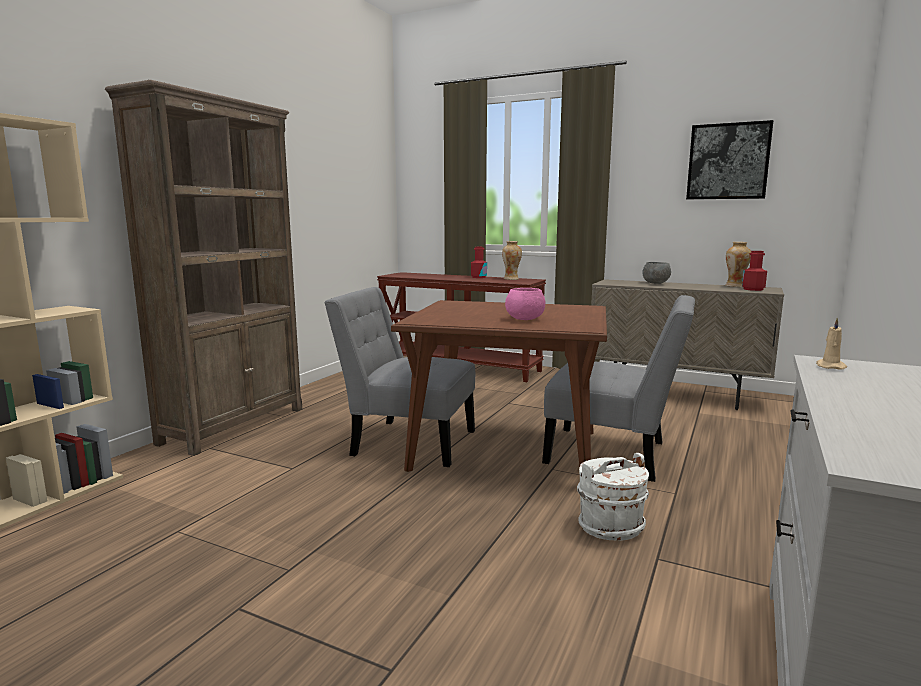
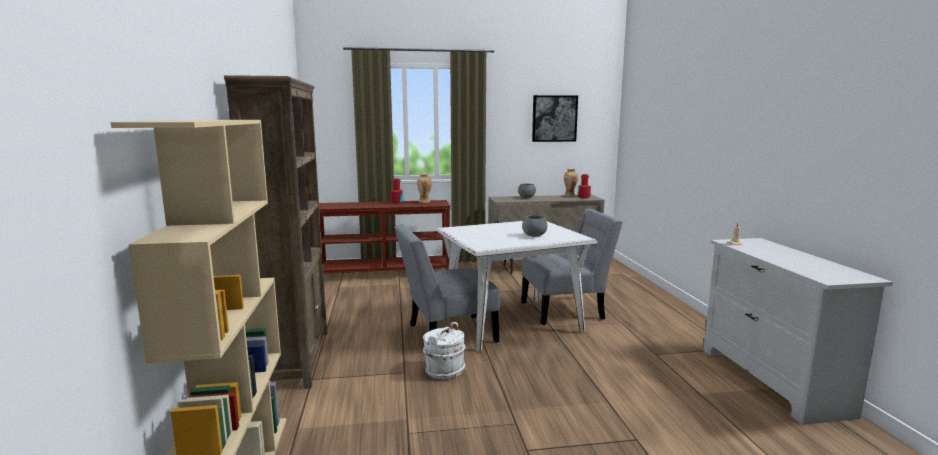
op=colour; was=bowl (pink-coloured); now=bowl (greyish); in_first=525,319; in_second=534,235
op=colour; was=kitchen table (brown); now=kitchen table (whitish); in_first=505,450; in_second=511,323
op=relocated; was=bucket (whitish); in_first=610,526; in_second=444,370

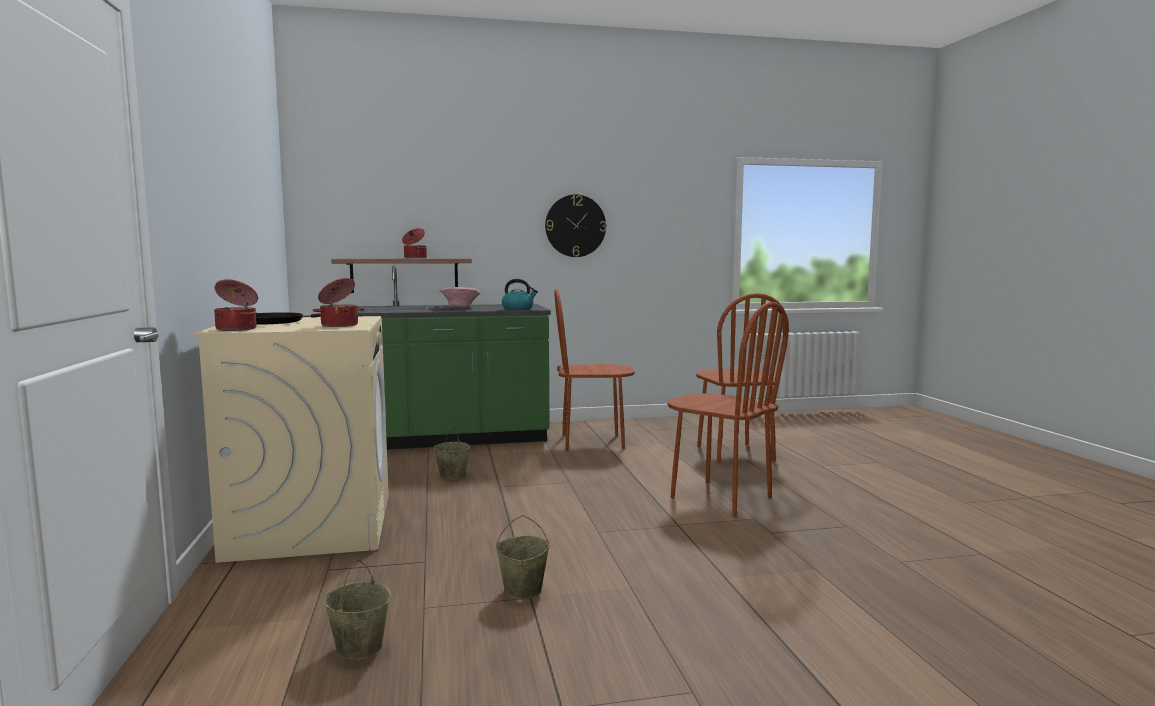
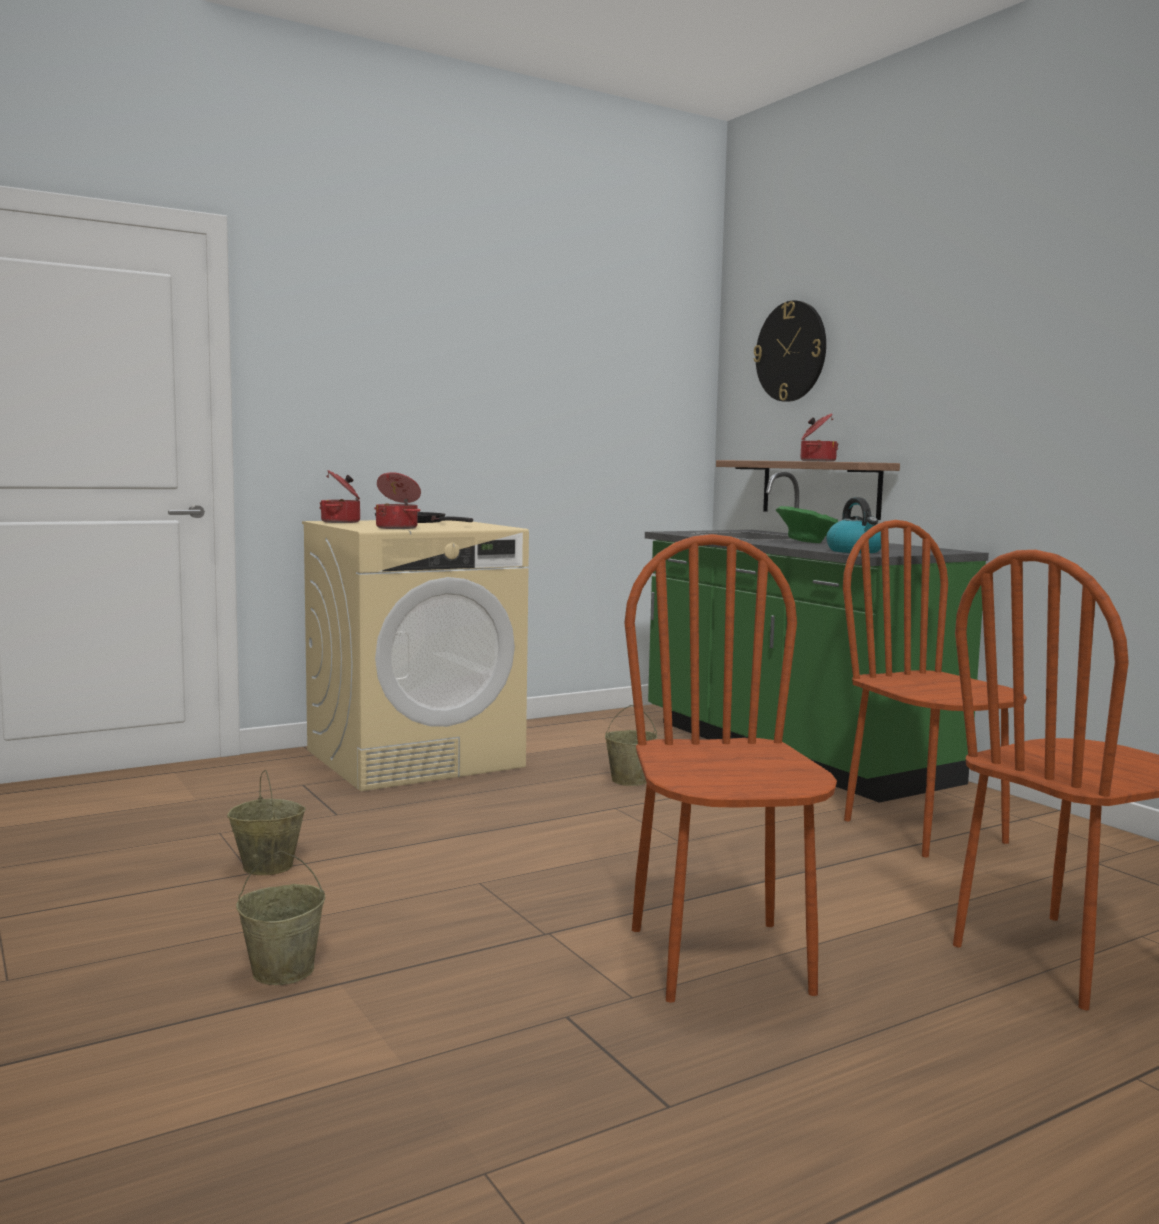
op=relocated; was=clock on the wall; in_first=575,226; in_second=791,351
op=colour; was=bowl (pink-coloured); now=bowl (green); in_first=459,308; in_second=807,543
op=spun; was=upright chair (brown); in_first=720,498; in_second=721,960; clockwise=150
op=relocated; was=bucket (beige); in_first=358,647; in_second=284,970

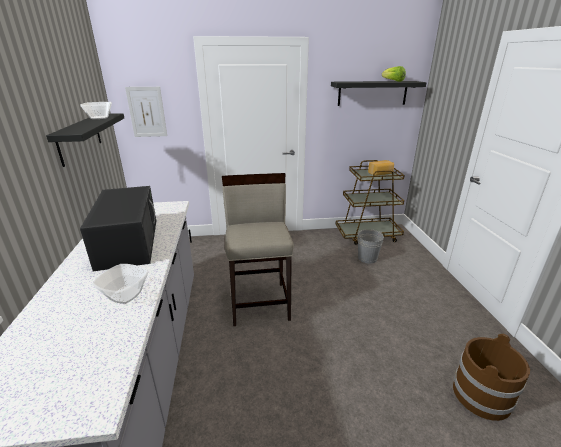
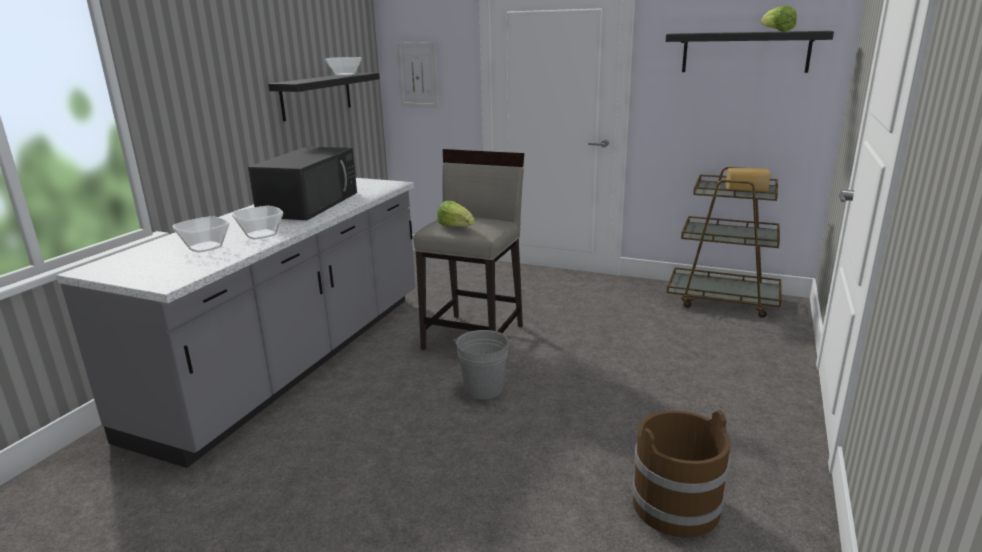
op=relocated; was=bucket (greyish); in_first=367,258; in_second=484,389
op=appeared; now=head of lettuce; in_second=455,227
op=appeared; now=bowl; in_second=205,247

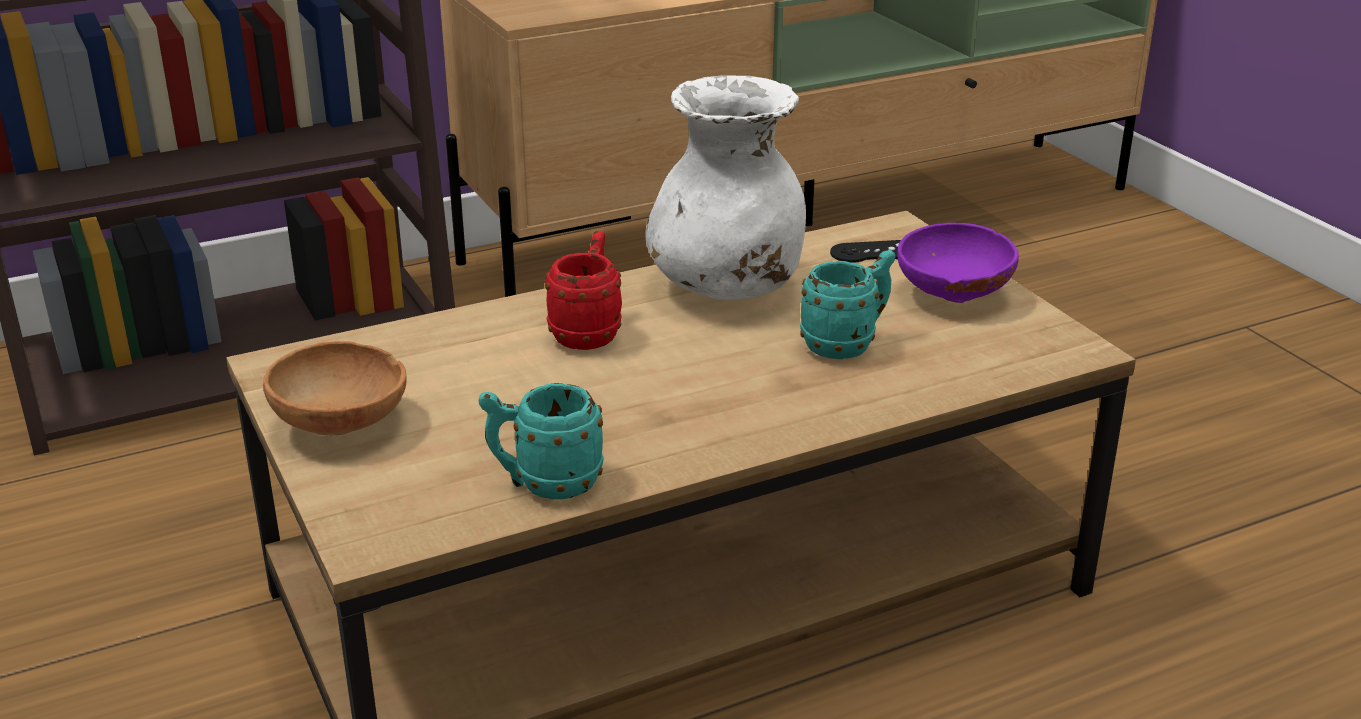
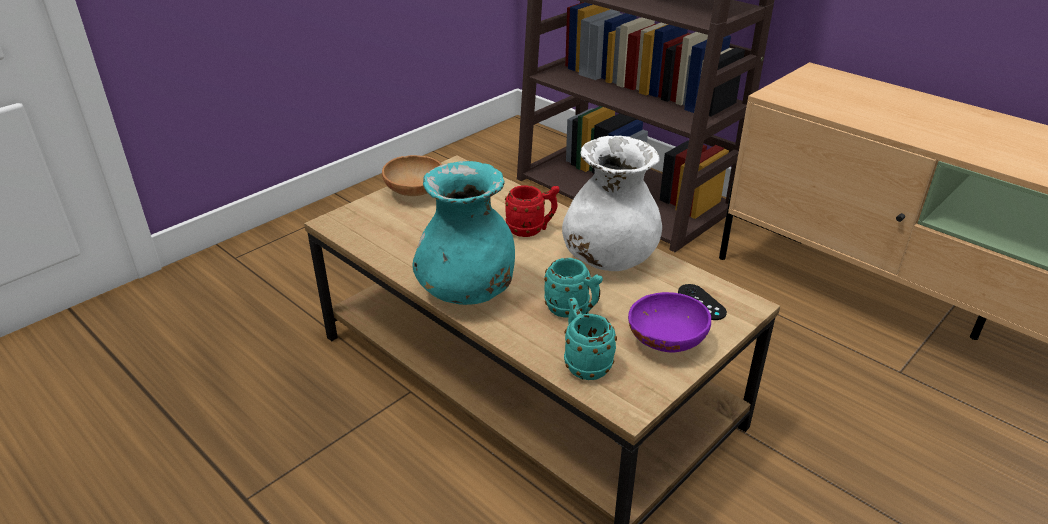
op=relocated; was=tea mug (blue-green); in_first=545,483; in_second=584,362
op=appeared; now=flower vase (blue-green); in_second=467,292

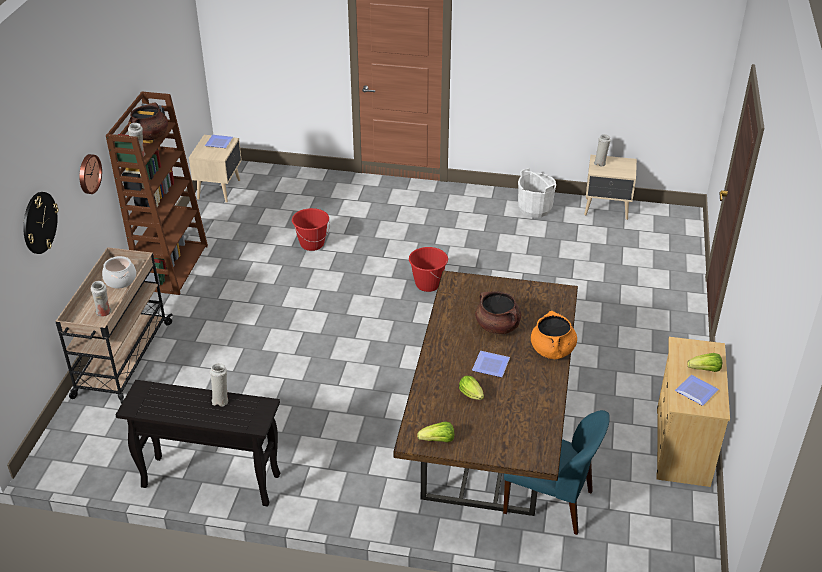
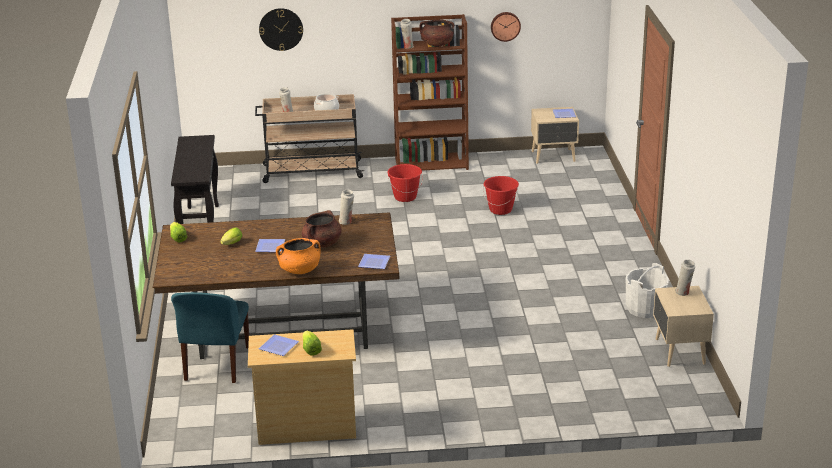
op=relocated; was=clock on the wall; in_first=88,173; in_second=505,26
op=relocated; was=bucket (reddish); in_first=427,284; in_second=405,197
op=relocated; was=flower vase (whitish); in_first=221,400; in_second=347,222
op=appeared; now=plate; in_second=375,262

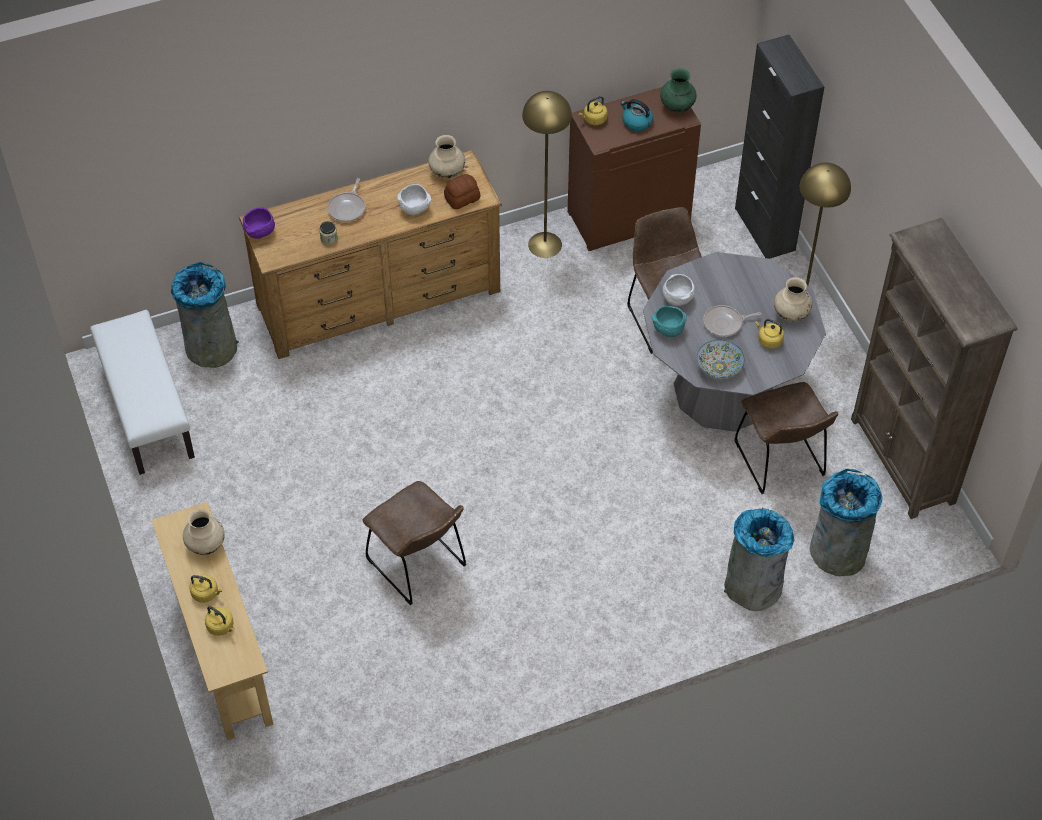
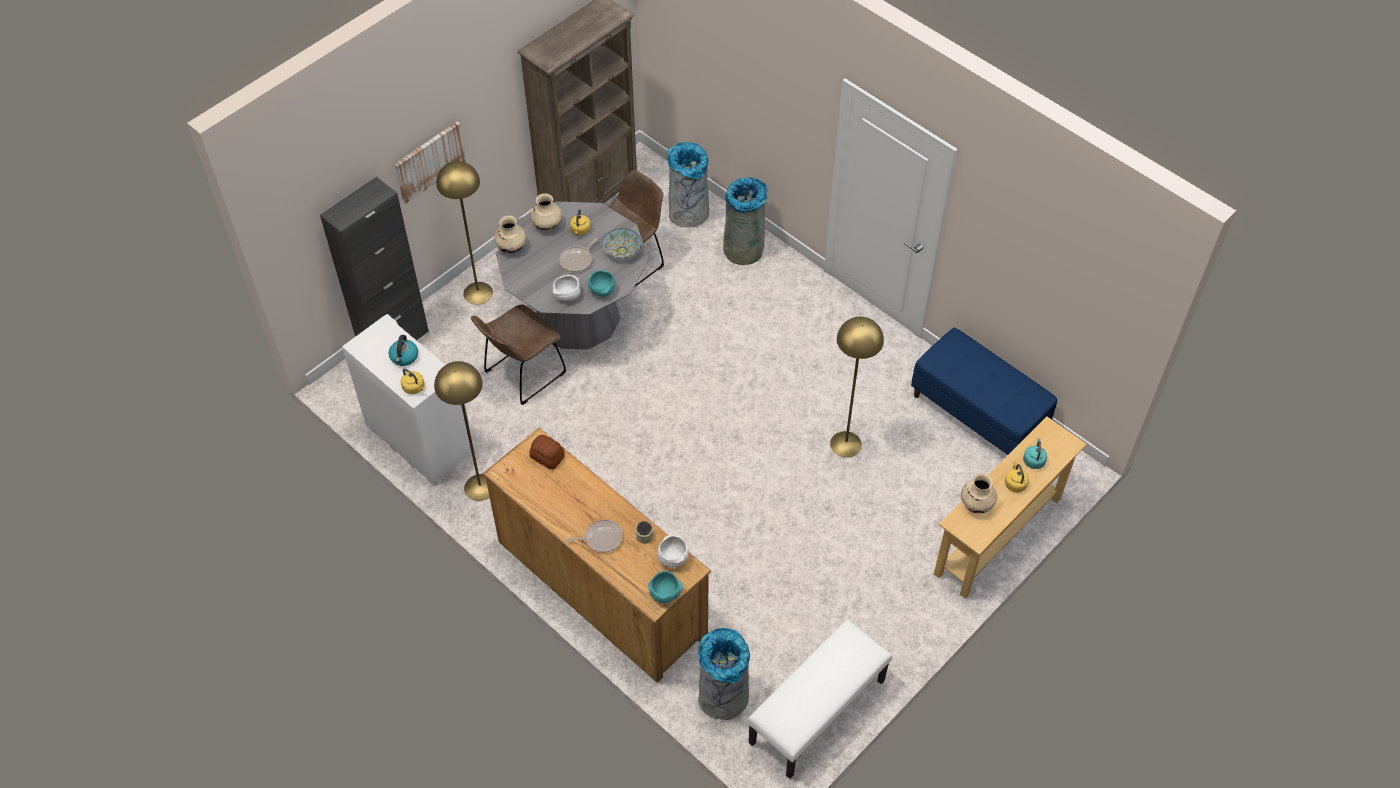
op=missing; was=flower vase (green); in_first=677,107
op=colour; was=cabinet (brown); now=cabinet (whitish); in_first=629,215; in_second=418,439
op=relocated; was=flower vase (beige); in_first=447,172; in_second=511,247
op=relocated; was=bowl (whitish); in_first=415,209; in_second=672,558
op=colour; was=bowl (purplish); now=bowl (blue-green); in_first=260,233; in_second=666,594
op=spun; was=skillet; in_first=725,323; in_second=577,260; clockwise=75
op=exchanged; was=upright chair (brown); now=standing lamp (yellow-coloured); in_first=419,566; in_second=846,444
op=colour; was=water kettle (yellow-coloured); now=water kettle (blue-green); in_first=221,627; in_second=1034,460
op=appeared; now=picture; in_second=429,161
op=appeared; now=long seat (blue); in_second=978,414

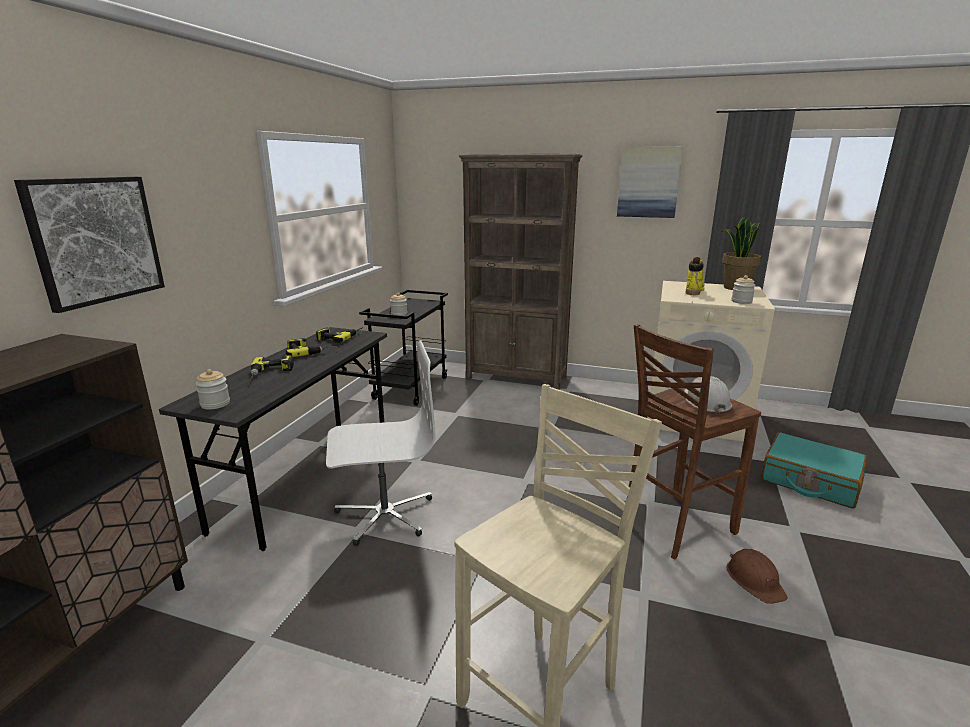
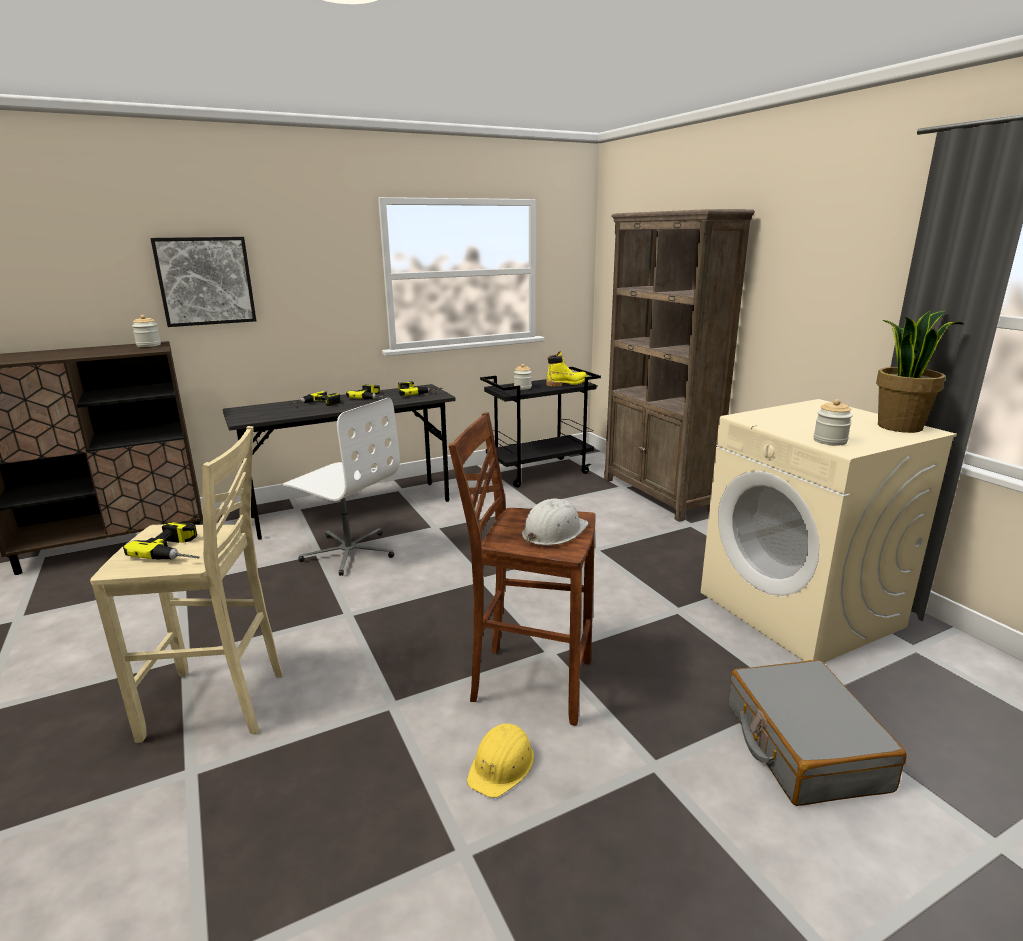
op=missing; was=picture; in_first=648,182
op=relocated; was=boot (yellow-coloured); in_first=693,290; in_second=567,383
op=relocated; was=storage jar; in_first=215,404; in_second=148,345
op=colour; was=suitcase (blue-green); now=suitcase (greyish); in_first=810,481; in_second=803,746
op=colour; was=work helmet (brown); now=work helmet (yellow-coloured); in_first=754,580; in_second=502,765
op=appeared; now=drill; in_second=180,550

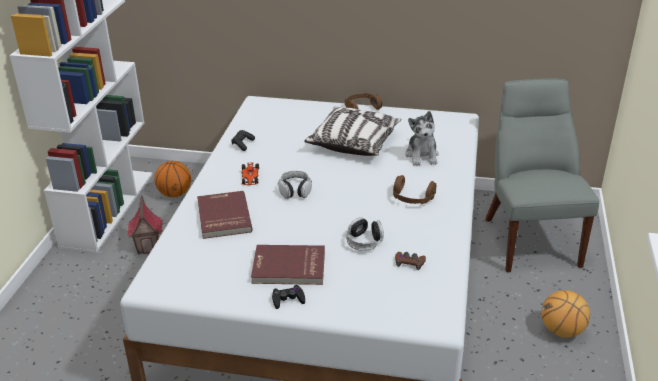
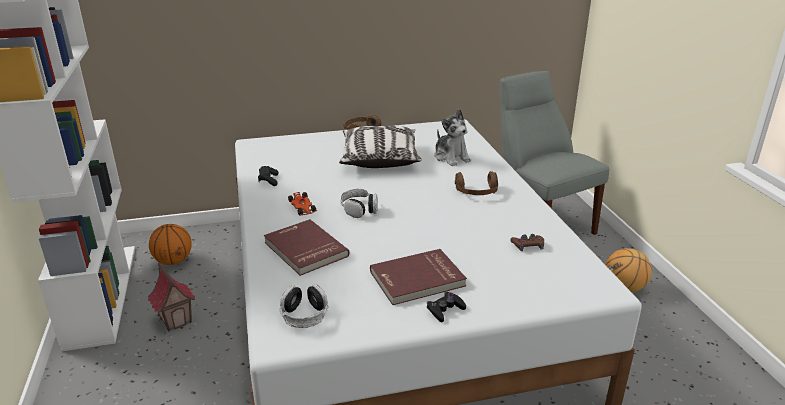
op=relocated; was=headset; in_first=364,241; in_second=304,315

